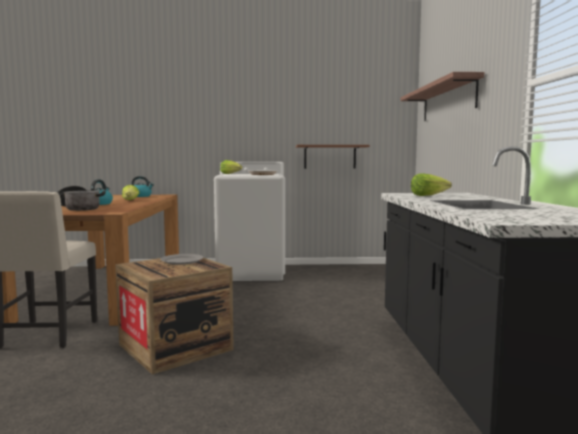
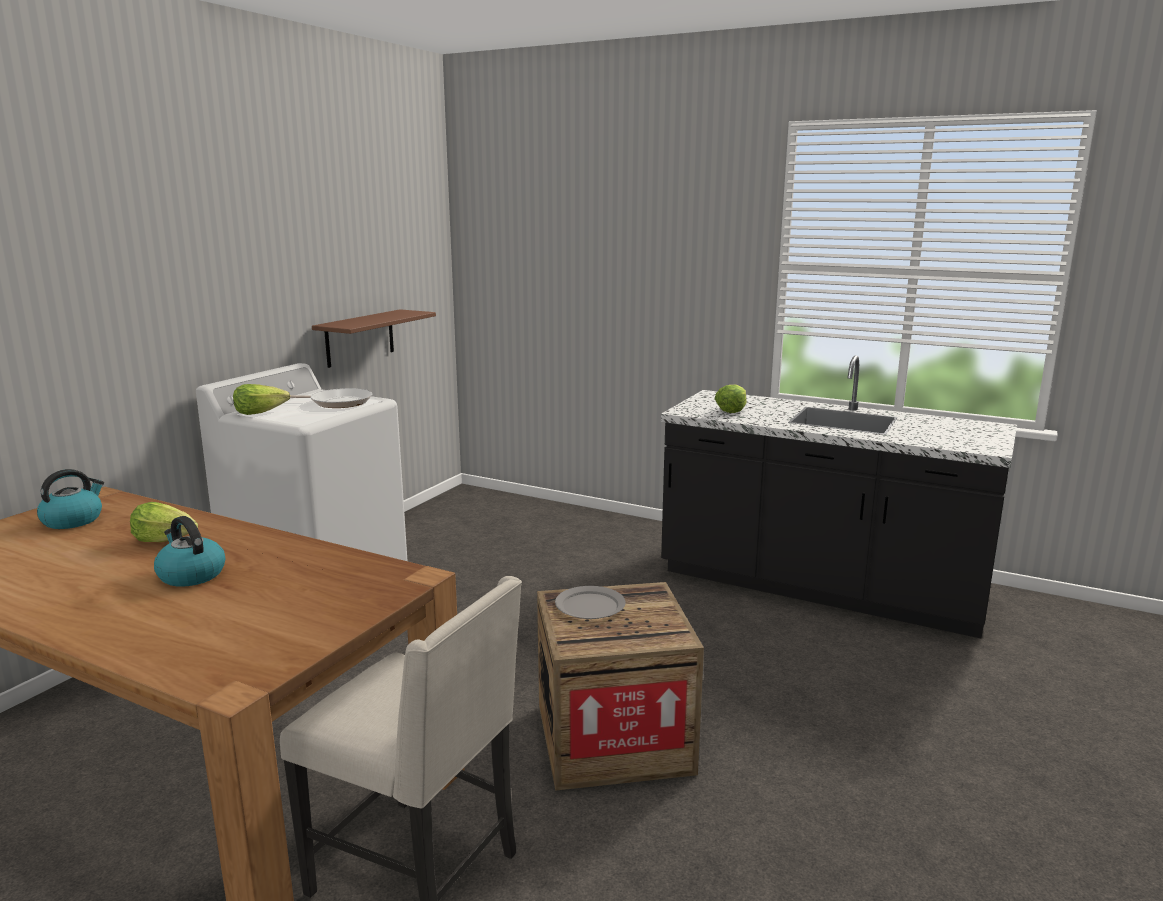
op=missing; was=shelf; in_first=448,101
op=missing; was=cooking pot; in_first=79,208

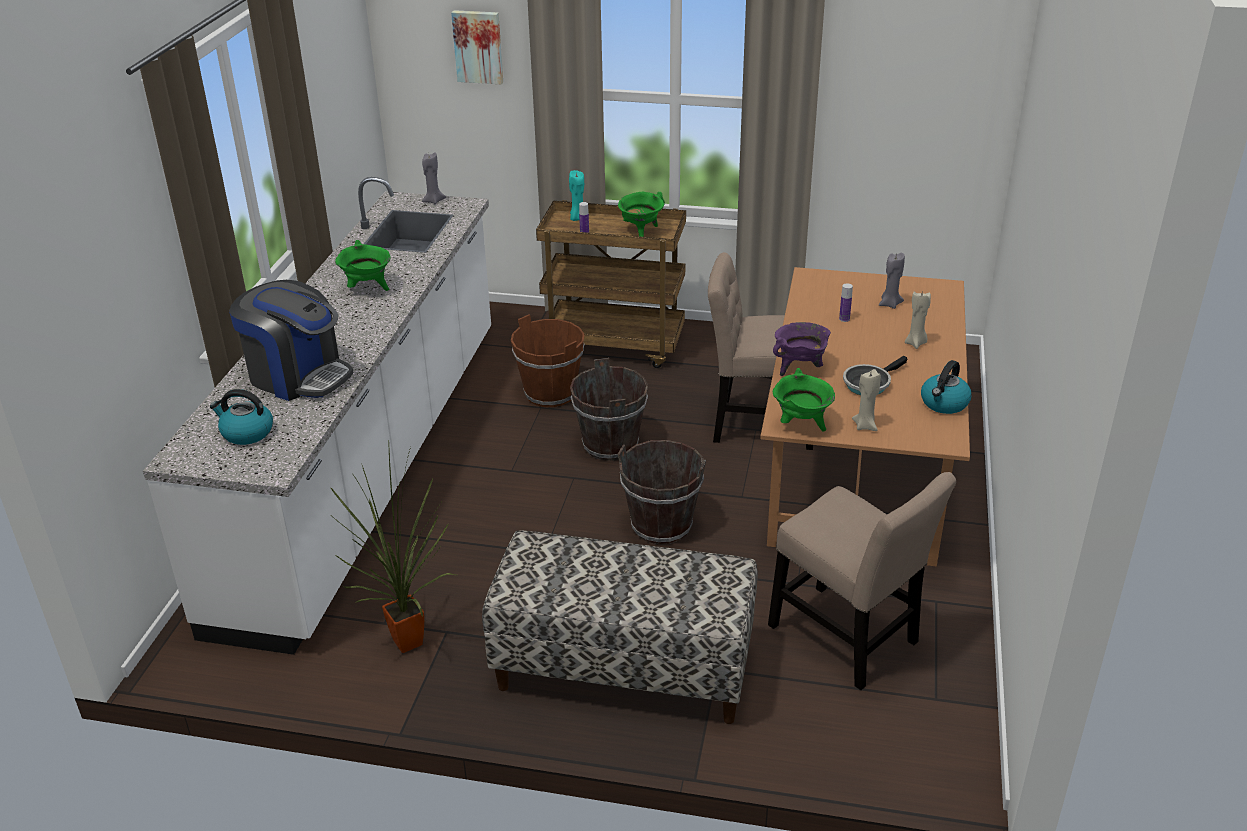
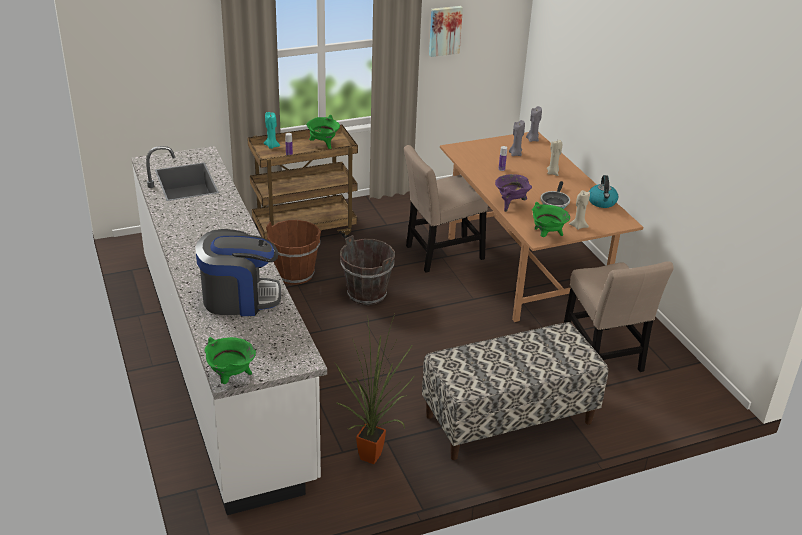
op=relocated; was=picture; in_first=478,46; in_second=444,30
op=relocated; was=wax light (greyish); in_first=433,201; in_second=532,139
op=relocated; was=cooking pot (green); in_first=368,288; in_second=231,378
op=missing; was=water kettle; in_first=246,433
op=missing; was=bucket (brown); in_first=662,525
op=spun; was=upright chair (beige); in_first=848,639; in_second=603,356; clockwise=60

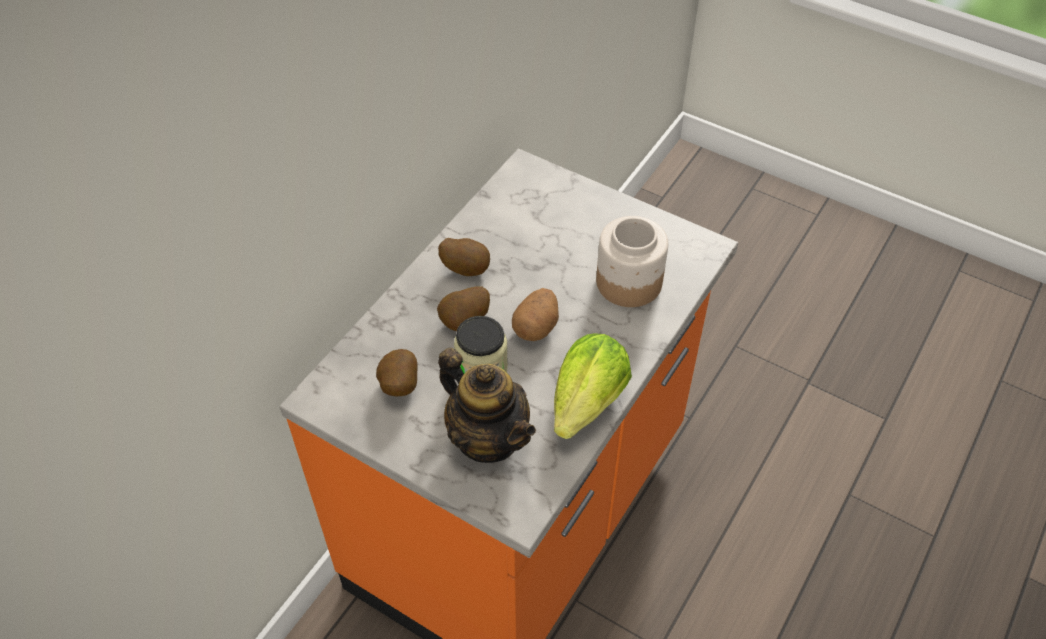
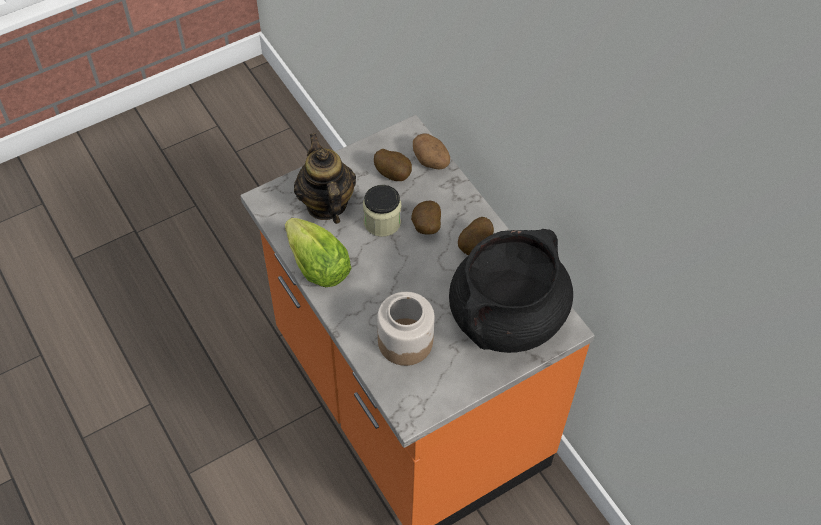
op=relocated; was=whole potato; in_first=536,327; in_second=431,161
op=spun; was=tea pot; in_first=488,438; in_second=326,204; clockwise=90
op=appeared; now=cooking pot (blackish); in_second=506,317

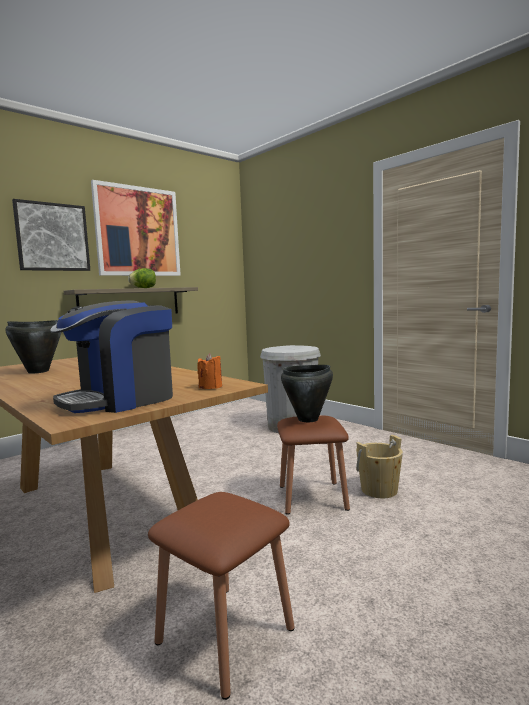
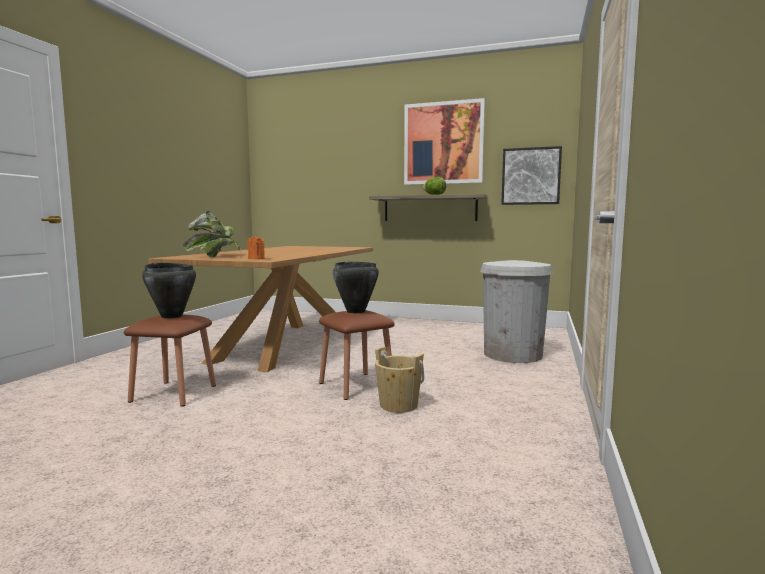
op=relocated; was=picture; in_first=52,237; in_second=530,176
op=exchanged; was=coffee machine; now=houseplant; in_first=121,400; in_second=214,256
op=relocated; was=cooking pot (blackish); in_first=38,371; in_second=172,316

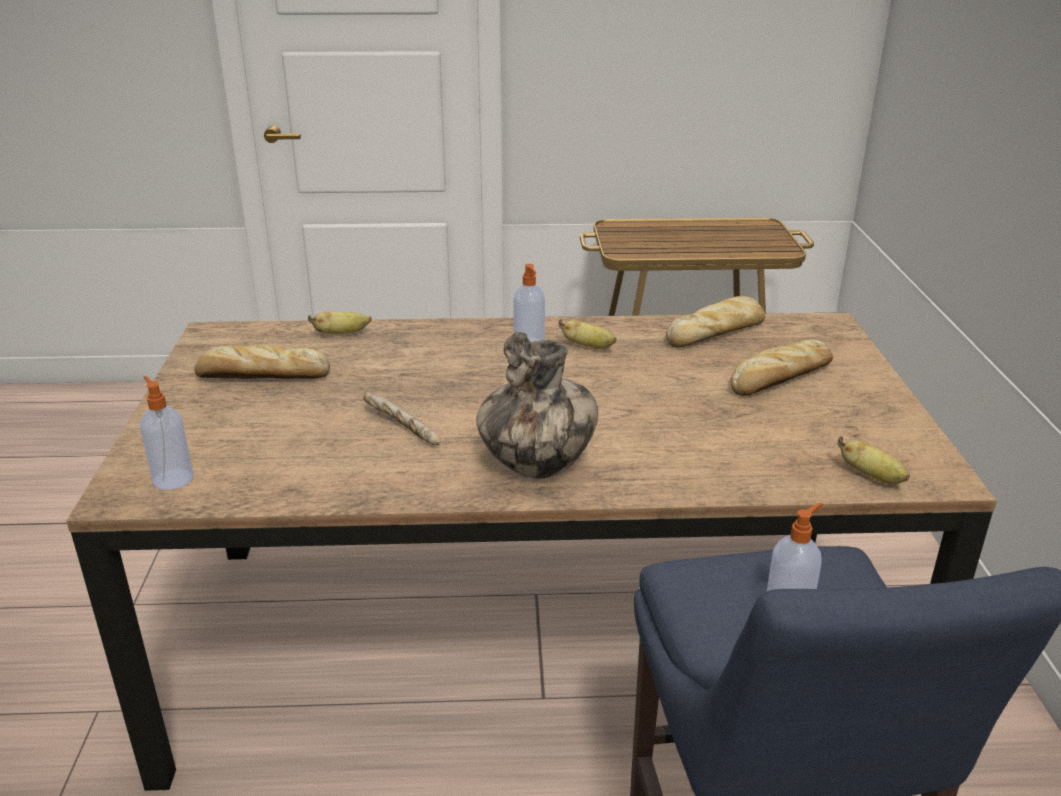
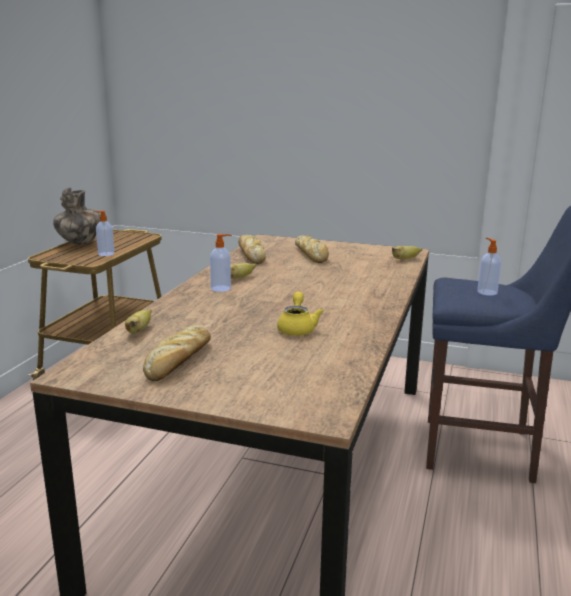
op=relocated; was=flower vase; in_first=538,465; in_second=80,242
op=relocated; was=liquid soap bottle; in_first=172,478; in_second=105,254
op=exchanged; was=bread; now=tea pot (yellow-coloured); in_first=401,428; in_second=297,328

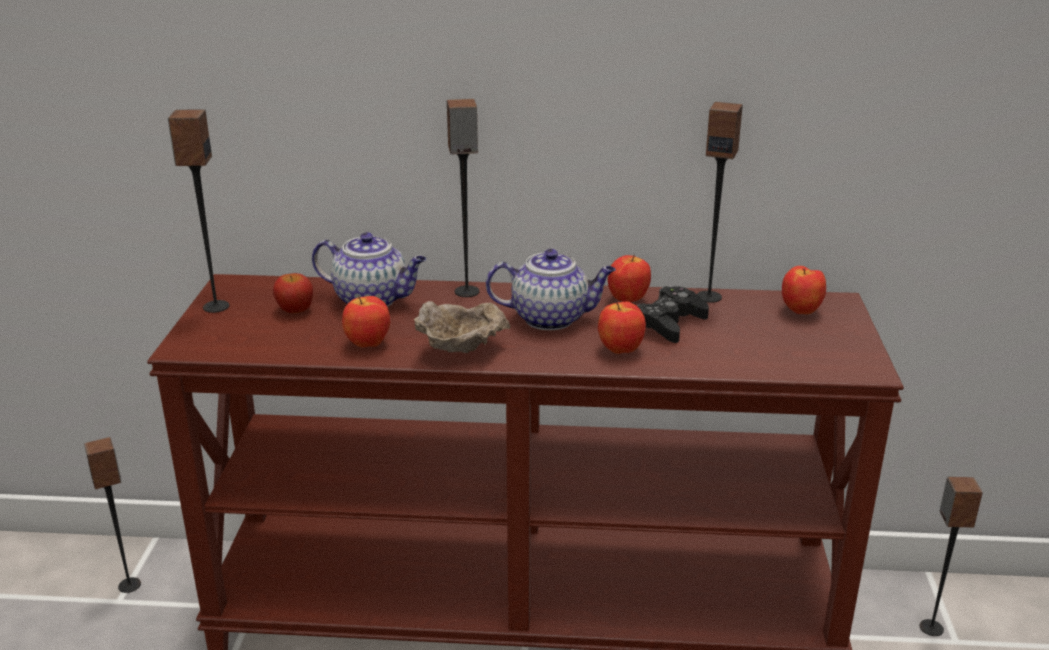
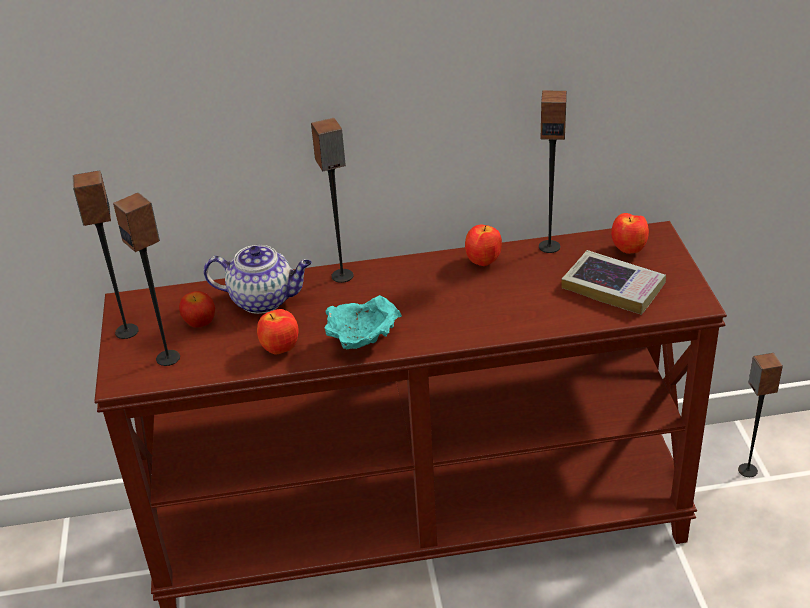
op=missing; was=tea pot; in_first=551,318
op=missing; was=gamepad (blackish); in_first=670,323
op=colour; was=bowl (beige); now=bowl (blue-green); in_first=462,351; in_second=364,343
op=missing; was=whole apple; in_first=620,351
op=relocated; was=audio speaker; in_first=130,585; in_second=168,358
op=appeared; now=bound book; in_second=613,287

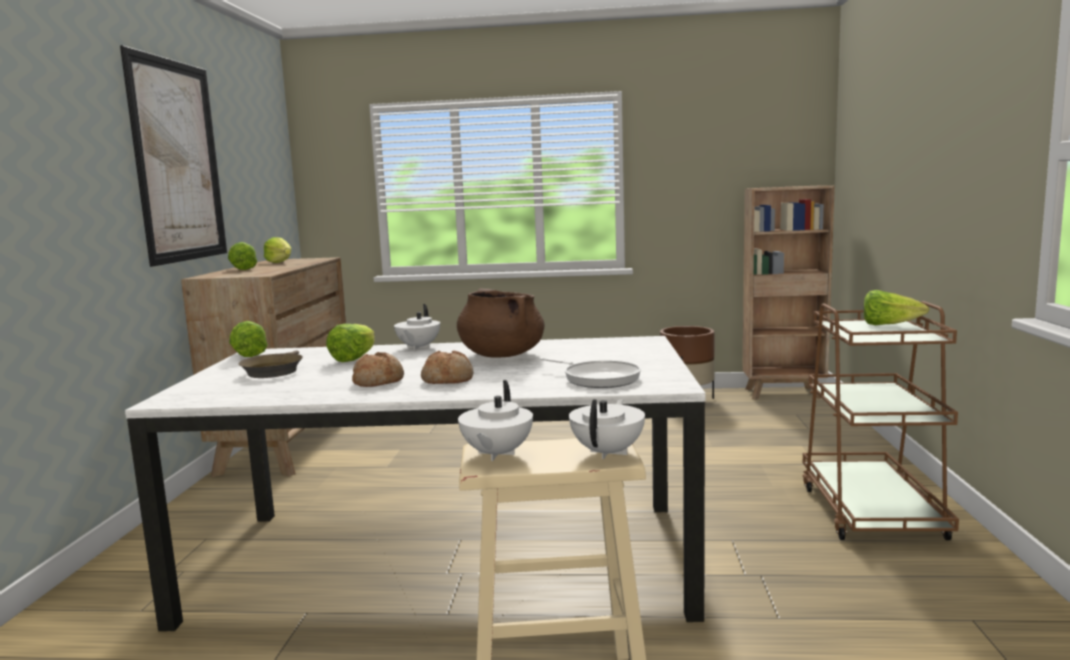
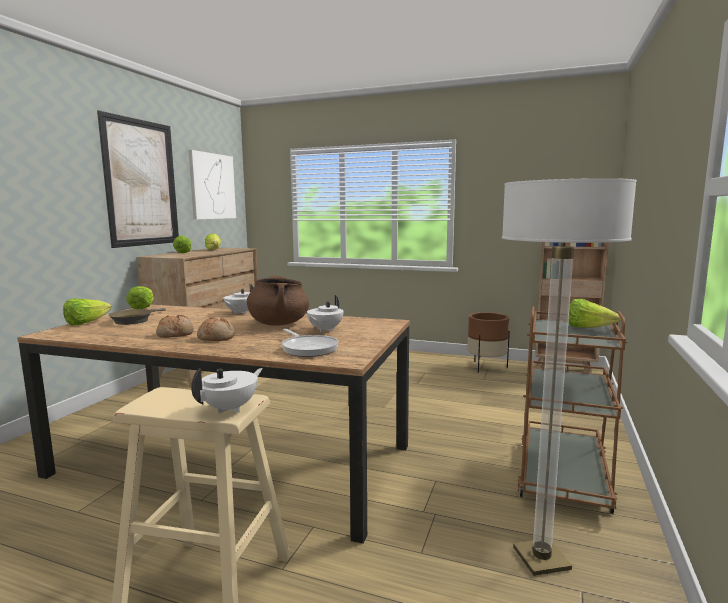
op=relocated; was=head of lettuce; in_first=354,358; in_second=86,323
op=colour; was=kitchen table (whitish); now=kitchen table (brown); in_first=445,561; in_second=232,461
op=relocated; was=tea pot (whitish); in_first=496,454; in_second=324,330
op=appeared; now=picture; in_second=212,186
op=appeared; now=standing lamp; in_second=541,559

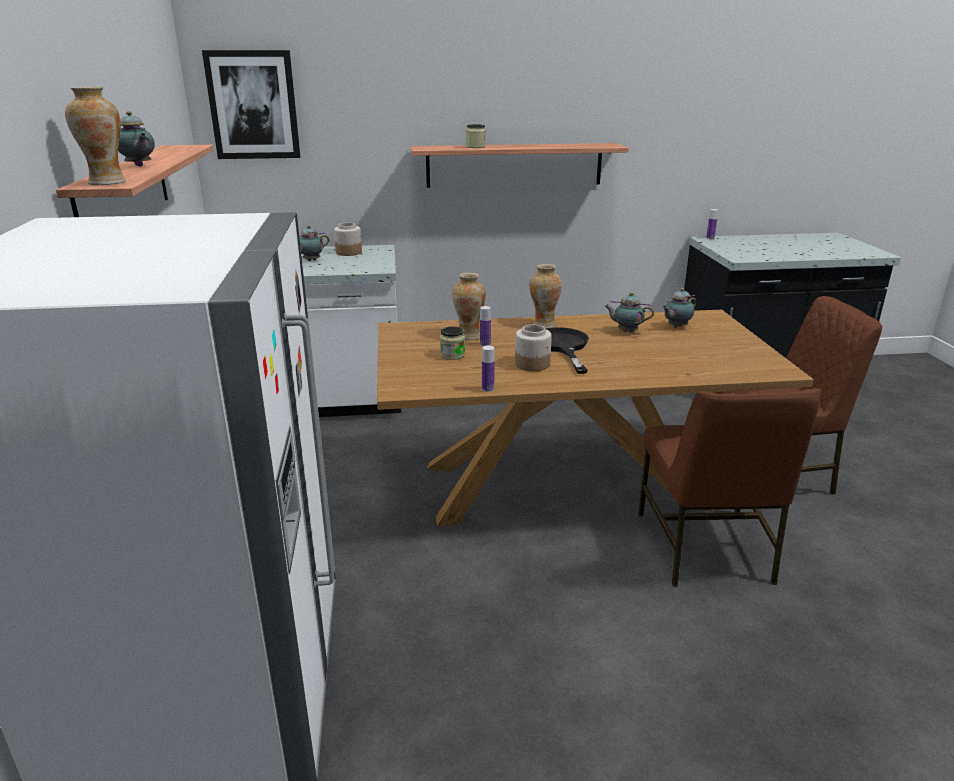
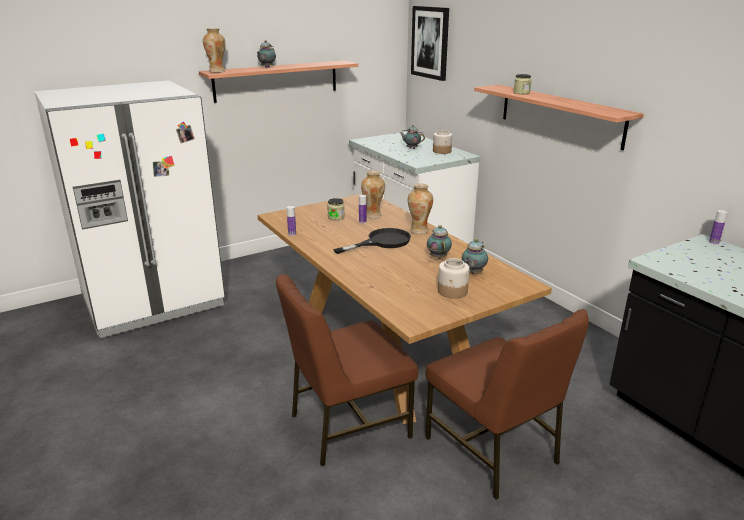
op=spun; was=tea pot; in_first=676,327; in_second=472,273; clockwise=-90
op=relocated; was=storage jar; in_first=533,364; in_second=452,291

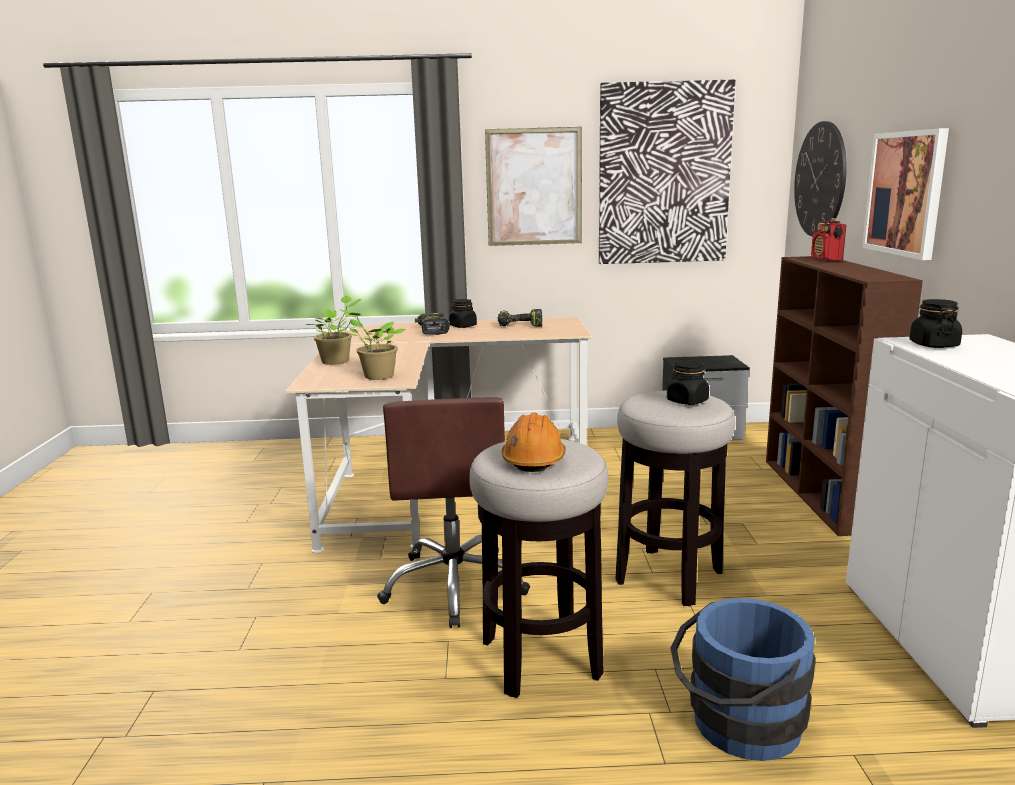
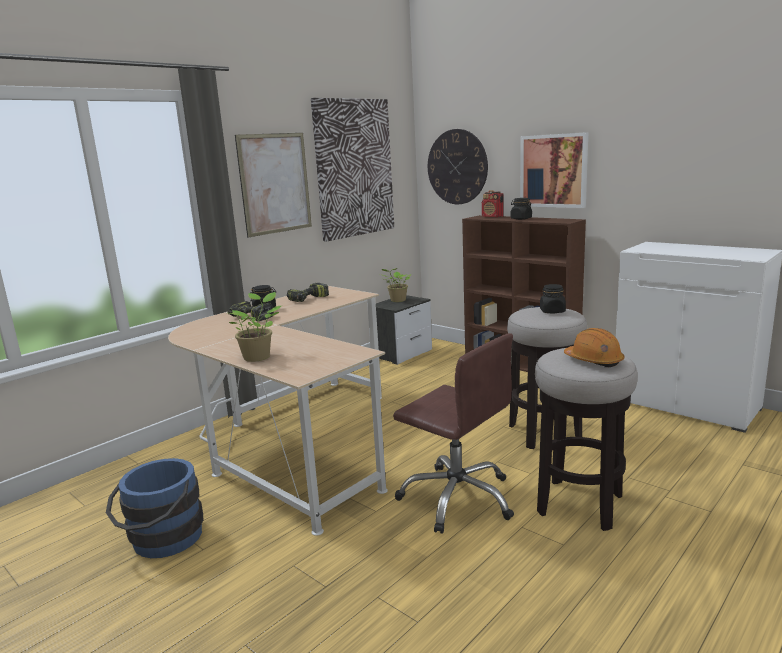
op=relocated; was=storage jar (blackish); in_first=933,345; in_second=521,219
op=relocated; was=houseplant; in_first=376,376; in_second=397,300
op=relocated; was=bucket (blue); in_first=737,725; in_second=162,541

